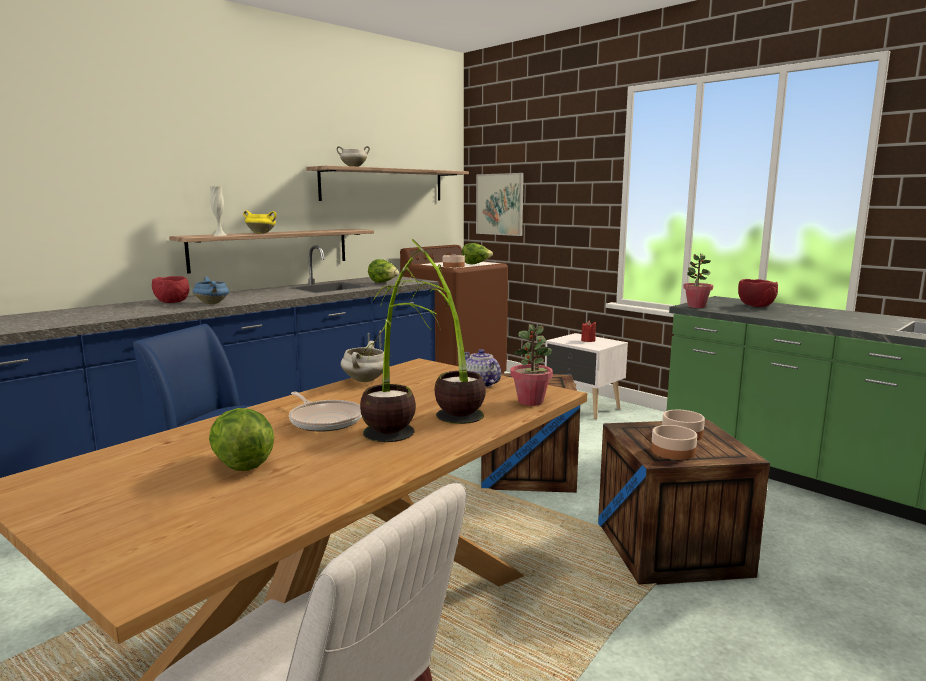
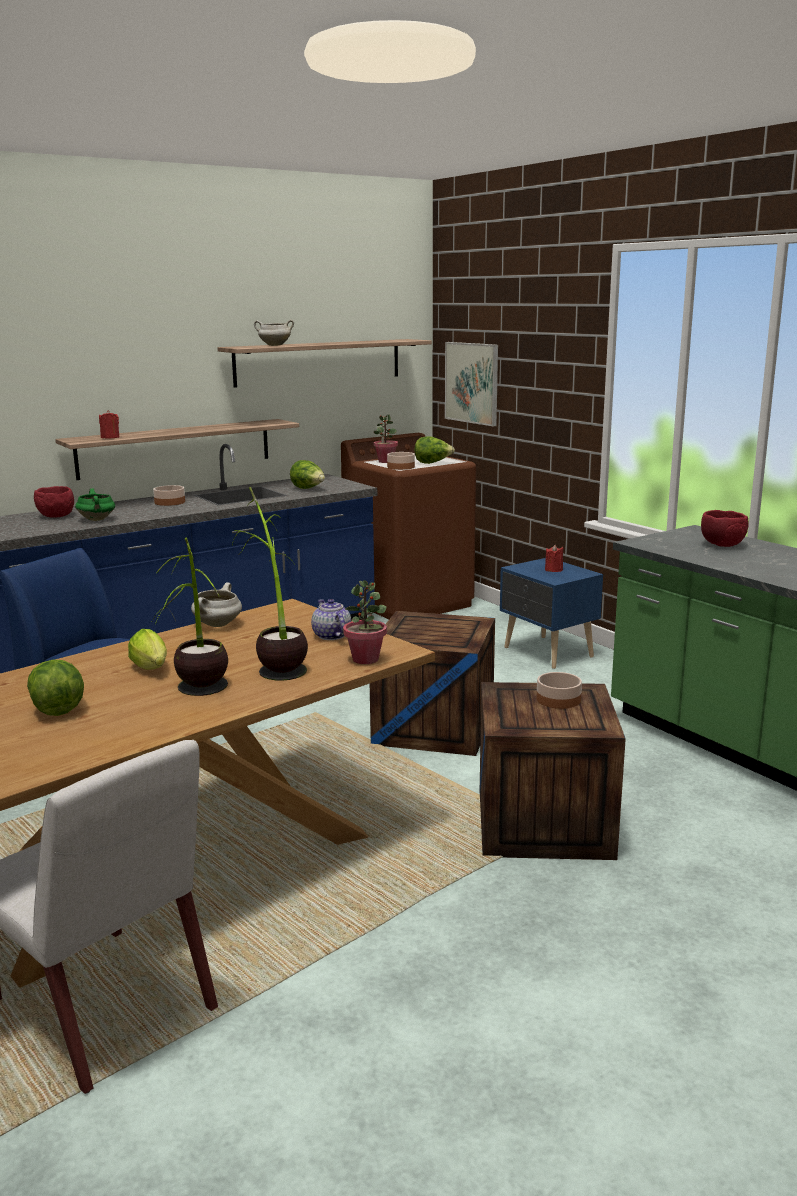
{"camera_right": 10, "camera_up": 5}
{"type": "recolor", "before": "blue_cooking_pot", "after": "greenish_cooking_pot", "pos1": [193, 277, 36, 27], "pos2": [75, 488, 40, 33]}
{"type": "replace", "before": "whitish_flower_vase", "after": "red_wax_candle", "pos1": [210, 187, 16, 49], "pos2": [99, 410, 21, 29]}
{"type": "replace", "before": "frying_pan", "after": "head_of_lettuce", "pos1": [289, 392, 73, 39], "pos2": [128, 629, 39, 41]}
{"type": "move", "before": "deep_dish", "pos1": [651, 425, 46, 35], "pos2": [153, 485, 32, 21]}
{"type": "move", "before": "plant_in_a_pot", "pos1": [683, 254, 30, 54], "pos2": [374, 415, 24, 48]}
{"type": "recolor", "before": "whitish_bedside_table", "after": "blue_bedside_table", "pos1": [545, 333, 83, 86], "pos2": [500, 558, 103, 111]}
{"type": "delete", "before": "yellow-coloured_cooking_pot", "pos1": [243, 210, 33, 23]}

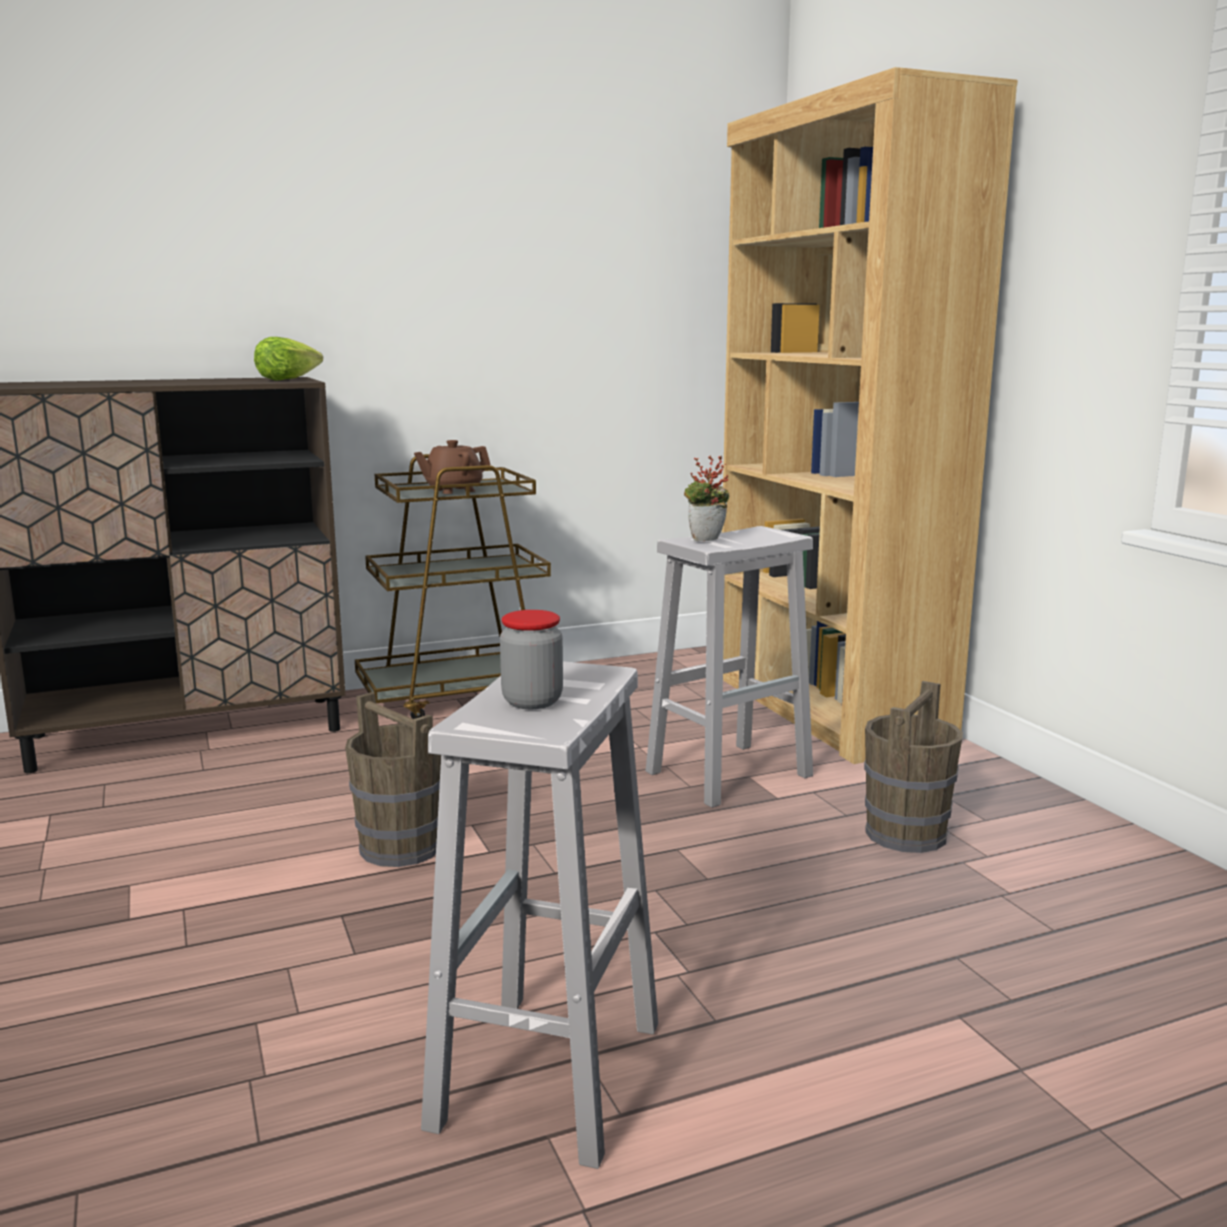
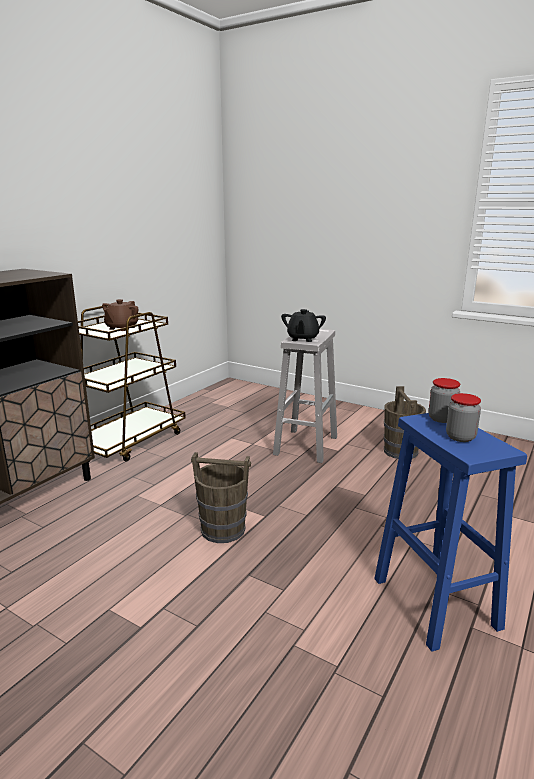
{"camera_right": -35, "camera_up": 5}
{"type": "replace", "before": "plant_in_a_pot", "after": "black_tea_pot", "pos1": [684, 455, 45, 86], "pos2": [281, 309, 45, 33]}
{"type": "recolor", "before": "whitish_stool", "after": "blue_stool", "pos1": [421, 661, 237, 508], "pos2": [374, 413, 153, 239]}
{"type": "insert", "after": "storage_jar", "pos2": [429, 378, 31, 45]}
{"type": "delete", "before": "head_of_lettuce", "pos1": [254, 337, 69, 44]}
{"type": "delete", "before": "brownish_shelving_unit", "pos1": [722, 67, 296, 697]}

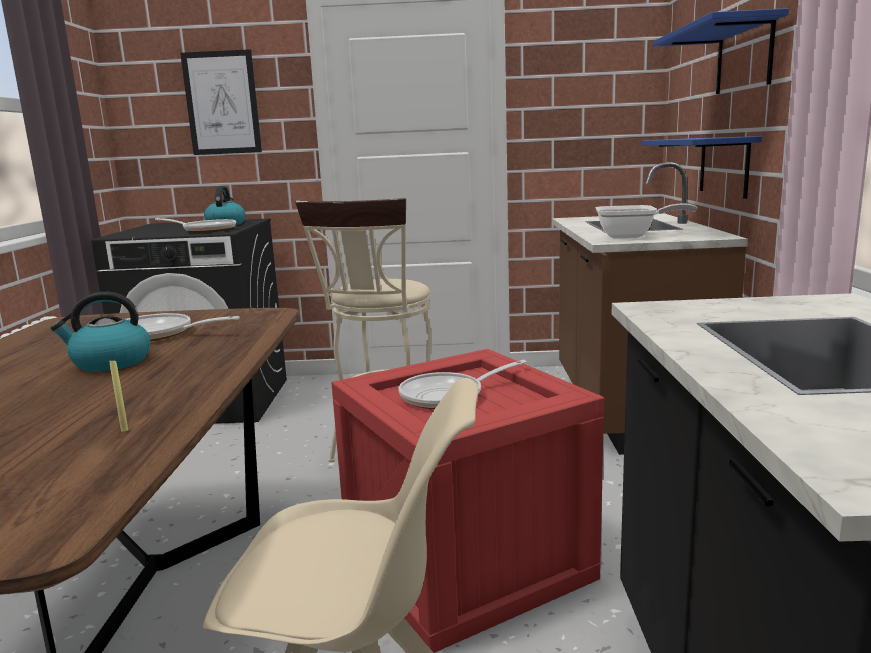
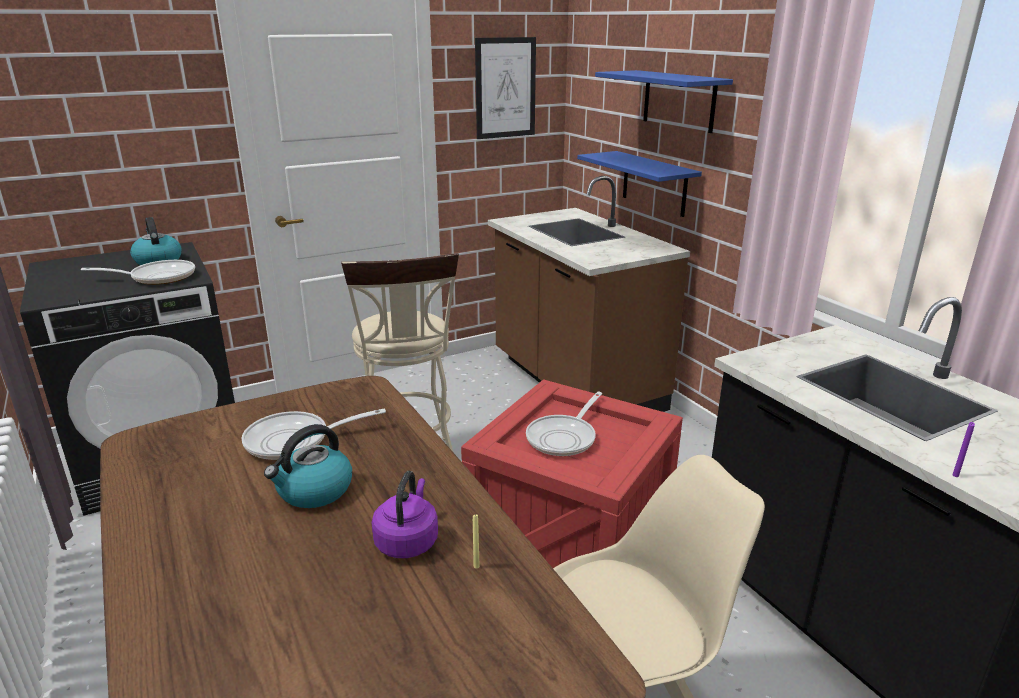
{"camera_right": -30, "camera_up": 10}
{"type": "insert", "after": "purple_water_kettle", "pos2": [372, 471, 66, 87]}
{"type": "move", "before": "wall_picture", "pos1": [180, 49, 82, 106], "pos2": [475, 37, 61, 102]}
{"type": "insert", "after": "purple_wax_candle", "pos2": [952, 422, 23, 55]}
{"type": "delete", "before": "frying_pan", "pos1": [596, 203, 101, 35]}

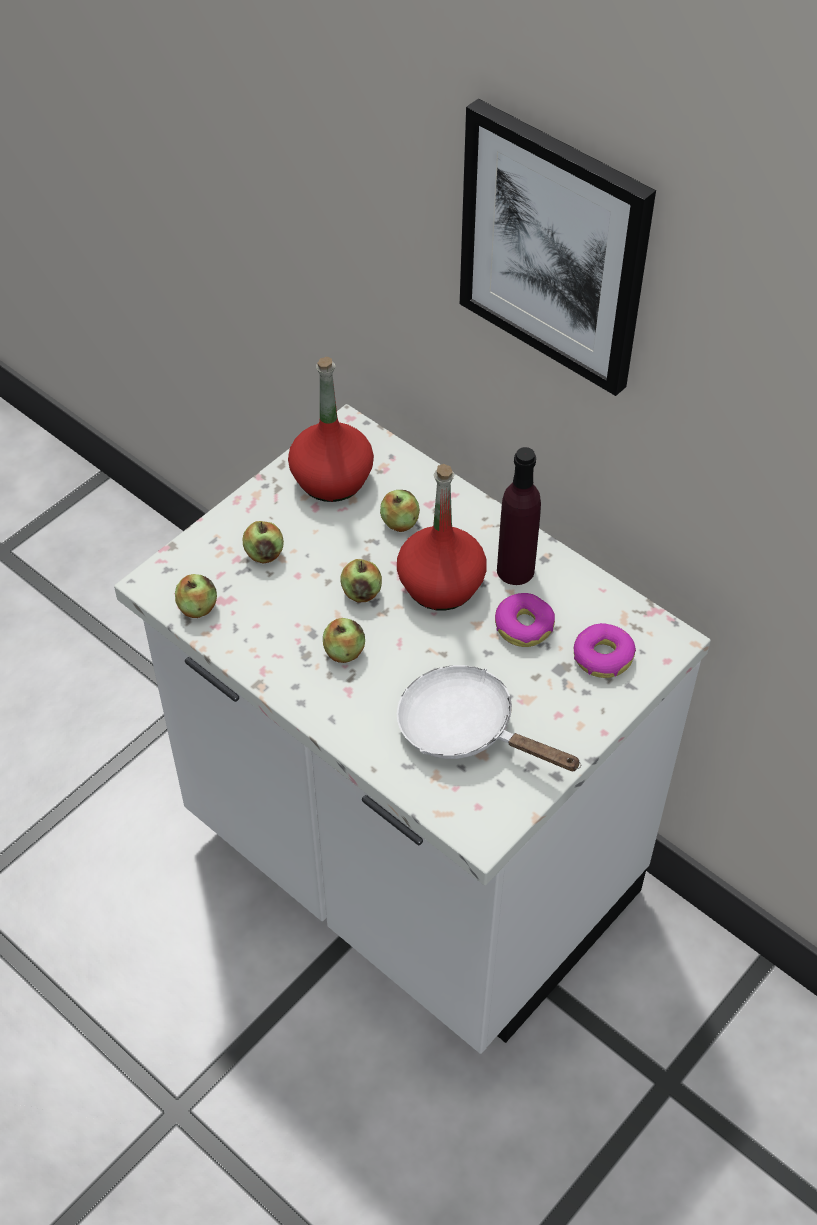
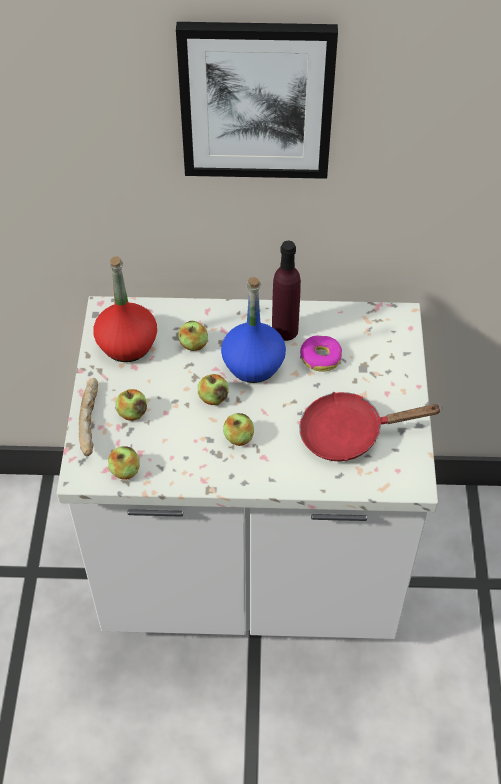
{"camera_right": -40, "camera_up": 0}
{"type": "insert", "after": "baked_bread", "pos2": [79, 378, 19, 78]}
{"type": "recolor", "before": "red_beverage_bottle", "after": "blue_beverage_bottle", "pos1": [397, 464, 90, 147], "pos2": [221, 277, 65, 106]}
{"type": "recolor", "before": "whitish_frying_pan", "after": "red_frying_pan", "pos1": [397, 665, 184, 106], "pos2": [299, 392, 143, 69]}
{"type": "delete", "before": "doughnut", "pos1": [574, 623, 62, 55]}

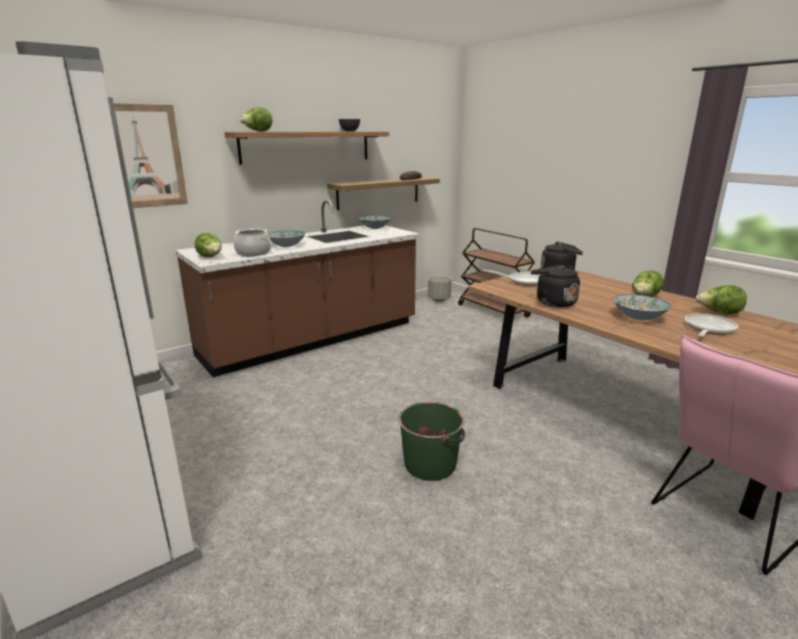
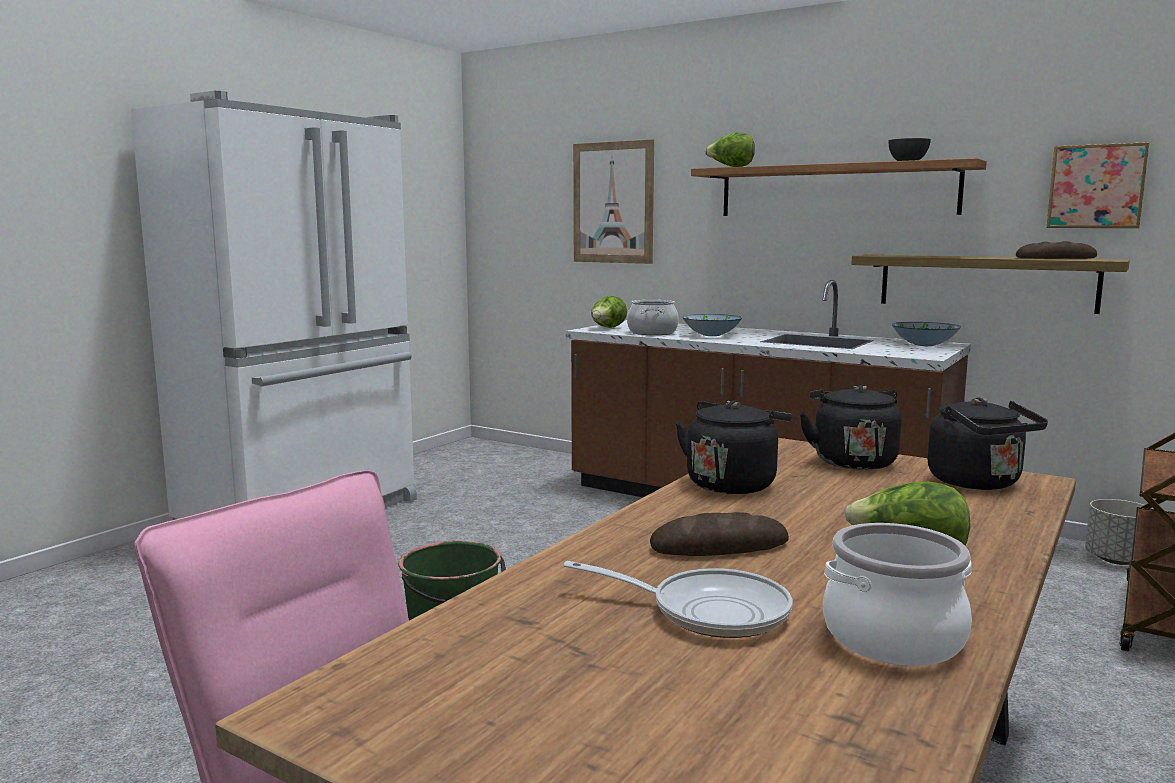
{"camera_right": 70, "camera_up": -10}
{"type": "replace", "before": "deep_dish", "after": "baked_bread", "pos1": [613, 294, 58, 26], "pos2": [650, 512, 139, 44]}
{"type": "replace", "before": "frying_pan", "after": "black_water_kettle", "pos1": [483, 270, 58, 16], "pos2": [799, 385, 102, 85]}
{"type": "replace", "before": "head_of_lettuce", "after": "cooking_pot", "pos1": [695, 285, 52, 29], "pos2": [823, 523, 149, 143]}
{"type": "insert", "after": "wall_picture", "pos2": [1046, 142, 103, 86]}

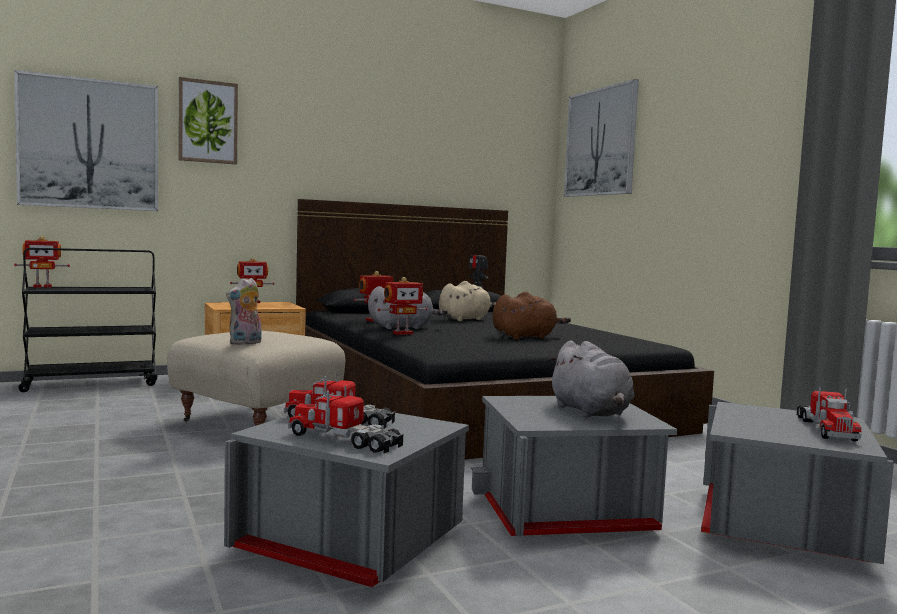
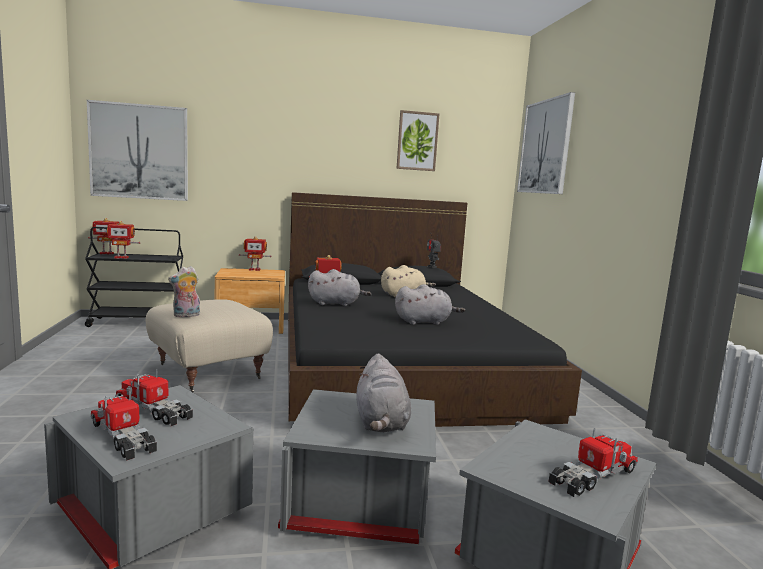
{"camera_right": 15, "camera_up": 5}
{"type": "move", "before": "model_robot", "pos1": [377, 277, 51, 58], "pos2": [102, 221, 38, 38]}
{"type": "recolor", "before": "brownish_soft_toy", "after": "greyish_soft_toy", "pos1": [493, 292, 78, 48], "pos2": [395, 284, 70, 41]}
{"type": "move", "before": "wall_picture", "pos1": [179, 77, 59, 87], "pos2": [397, 110, 42, 61]}
{"type": "rotate", "before": "model_truck", "pos1": [797, 387, 65, 55], "pos2": [549, 428, 89, 69], "turn": -150}

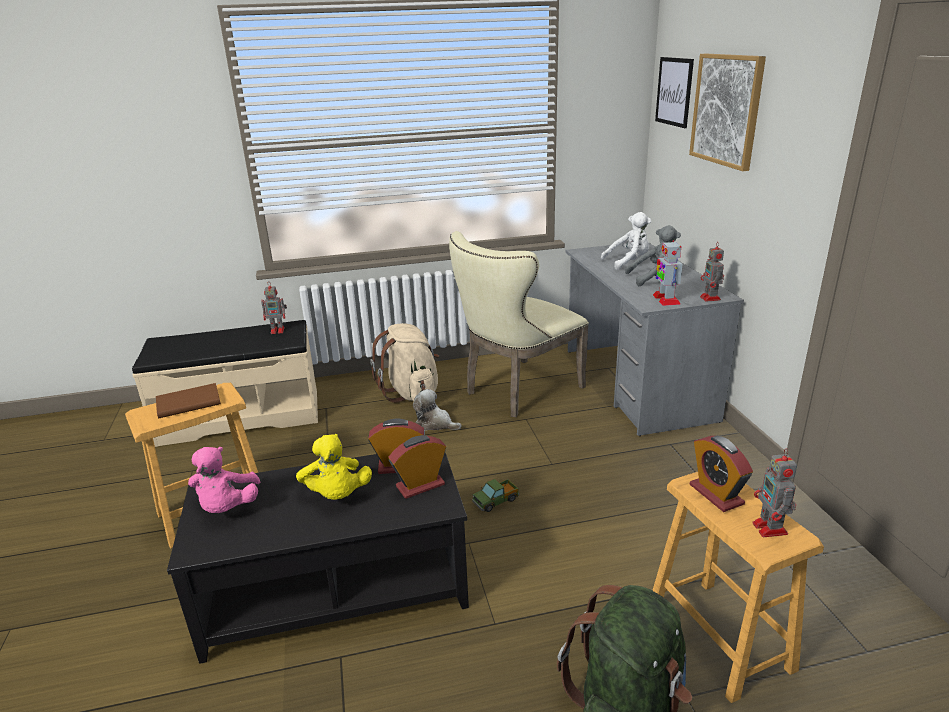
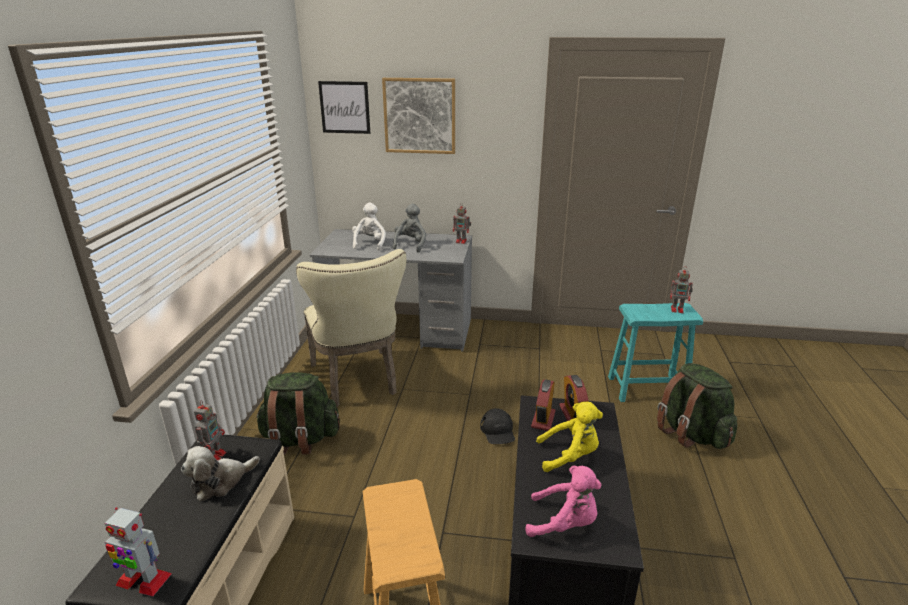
{"camera_right": -70, "camera_up": 0}
{"type": "move", "before": "model_robot", "pos1": [653, 240, 30, 66], "pos2": [105, 507, 67, 89]}
{"type": "move", "before": "soft_toy", "pos1": [413, 389, 49, 41], "pos2": [181, 446, 79, 56]}
{"type": "recolor", "before": "beige-coloured_rucksack", "after": "greenish_rucksack", "pos1": [370, 323, 69, 80], "pos2": [256, 372, 84, 83]}
{"type": "replace", "before": "model_truck", "after": "black_baseball_cap", "pos1": [472, 479, 47, 33], "pos2": [480, 408, 35, 36]}
{"type": "recolor", "before": "brownish_stool", "after": "blue-green_stool", "pos1": [652, 472, 172, 231], "pos2": [608, 303, 95, 99]}
{"type": "delete", "before": "brownish_bound_book", "pos1": [156, 383, 65, 36]}
{"type": "delete", "before": "table_clock", "pos1": [690, 436, 63, 76]}

